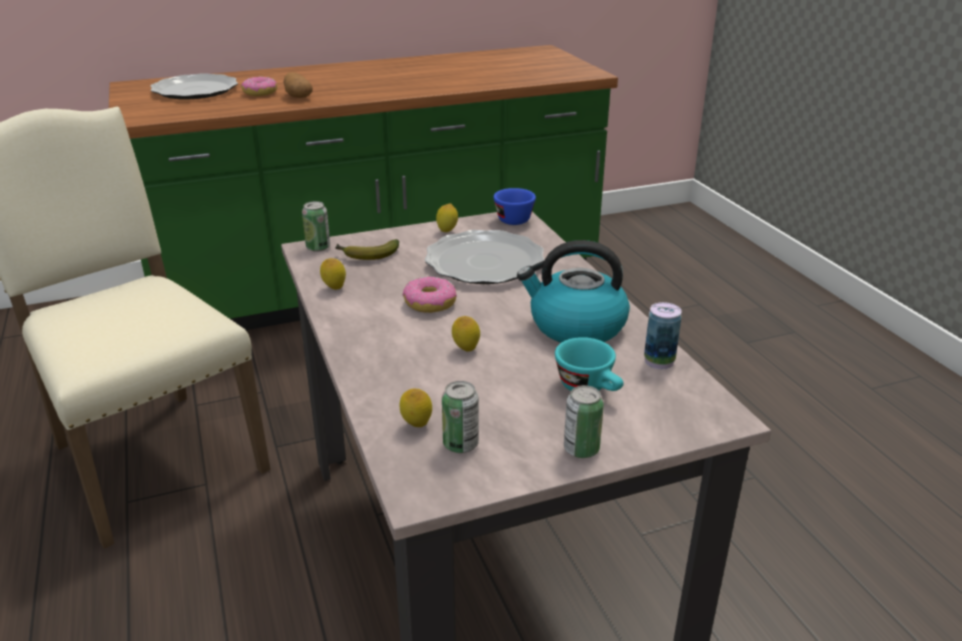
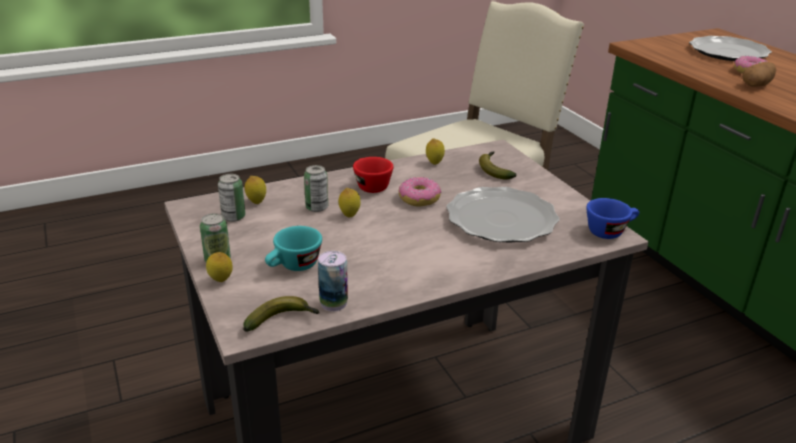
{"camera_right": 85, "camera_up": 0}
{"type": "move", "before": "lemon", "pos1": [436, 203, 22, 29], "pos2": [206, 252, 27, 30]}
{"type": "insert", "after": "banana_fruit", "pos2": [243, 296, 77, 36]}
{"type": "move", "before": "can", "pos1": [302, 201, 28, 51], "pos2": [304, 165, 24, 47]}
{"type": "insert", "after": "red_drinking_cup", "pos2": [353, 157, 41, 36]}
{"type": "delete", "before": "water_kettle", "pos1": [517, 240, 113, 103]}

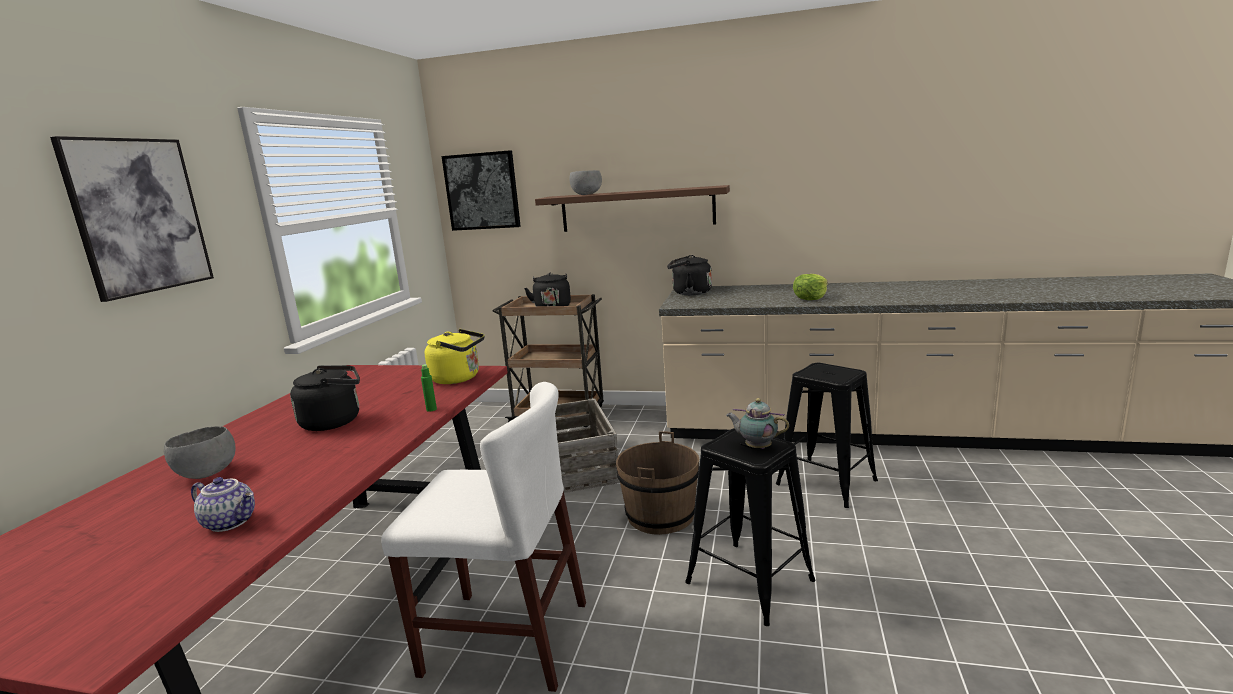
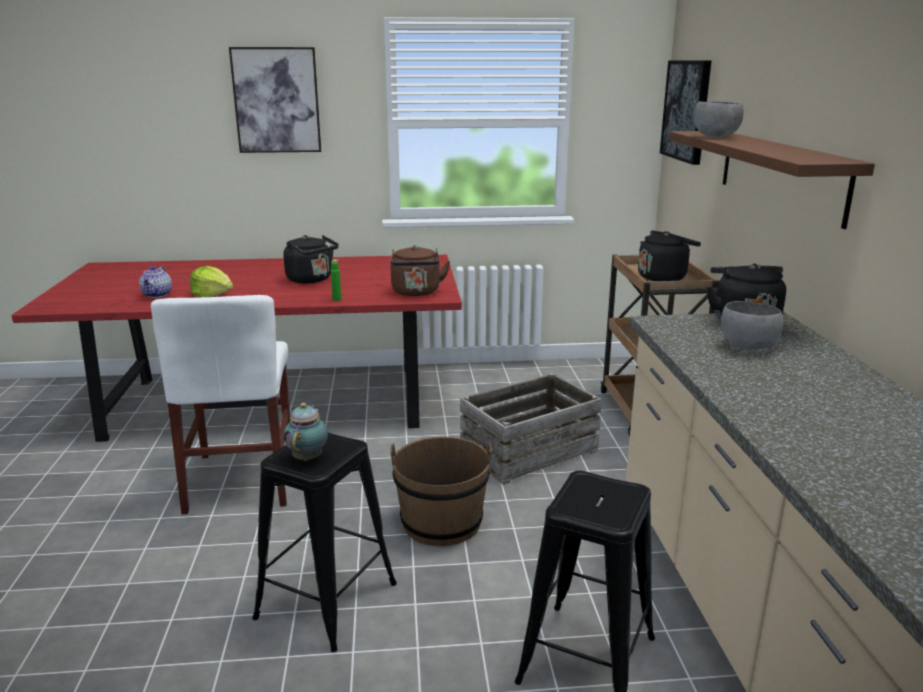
{"camera_right": 70, "camera_up": 5}
{"type": "move", "before": "head_of_lettuce", "pos1": [793, 274, 35, 26], "pos2": [190, 266, 43, 31]}
{"type": "recolor", "before": "yellow-coloured_water_kettle", "after": "brownish_water_kettle", "pos1": [425, 329, 59, 55], "pos2": [391, 245, 59, 51]}
{"type": "move", "before": "greyish_deep_dish", "pos1": [164, 426, 72, 53], "pos2": [721, 301, 62, 49]}

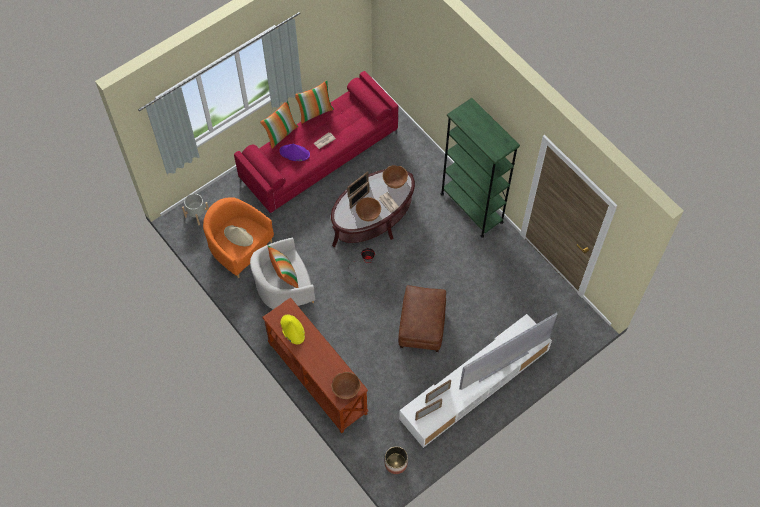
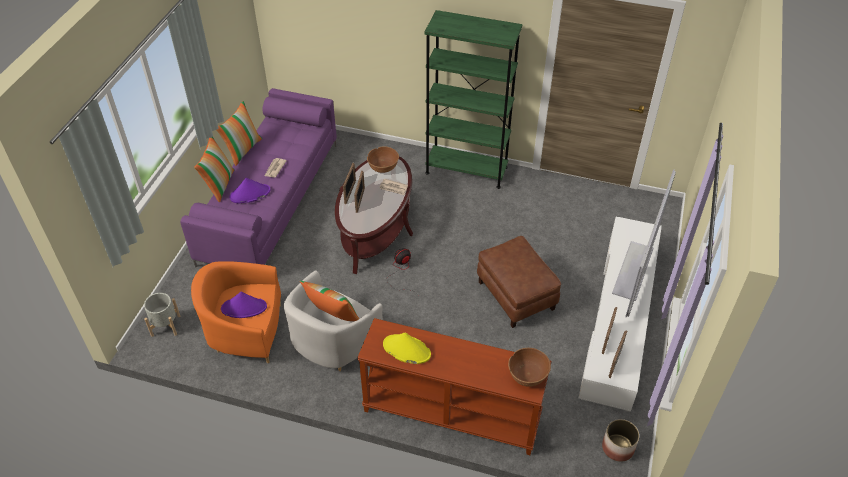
{"camera_right": -35, "camera_up": -15}
{"type": "recolor", "before": "red_settee", "after": "purple_settee", "pos1": [234, 71, 165, 146], "pos2": [180, 88, 157, 180]}
{"type": "recolor", "before": "beige-coloured_hat", "after": "purple_hat", "pos1": [224, 225, 29, 22], "pos2": [221, 292, 46, 26]}
{"type": "delete", "before": "brownish_deep_dish", "pos1": [356, 197, 25, 24]}

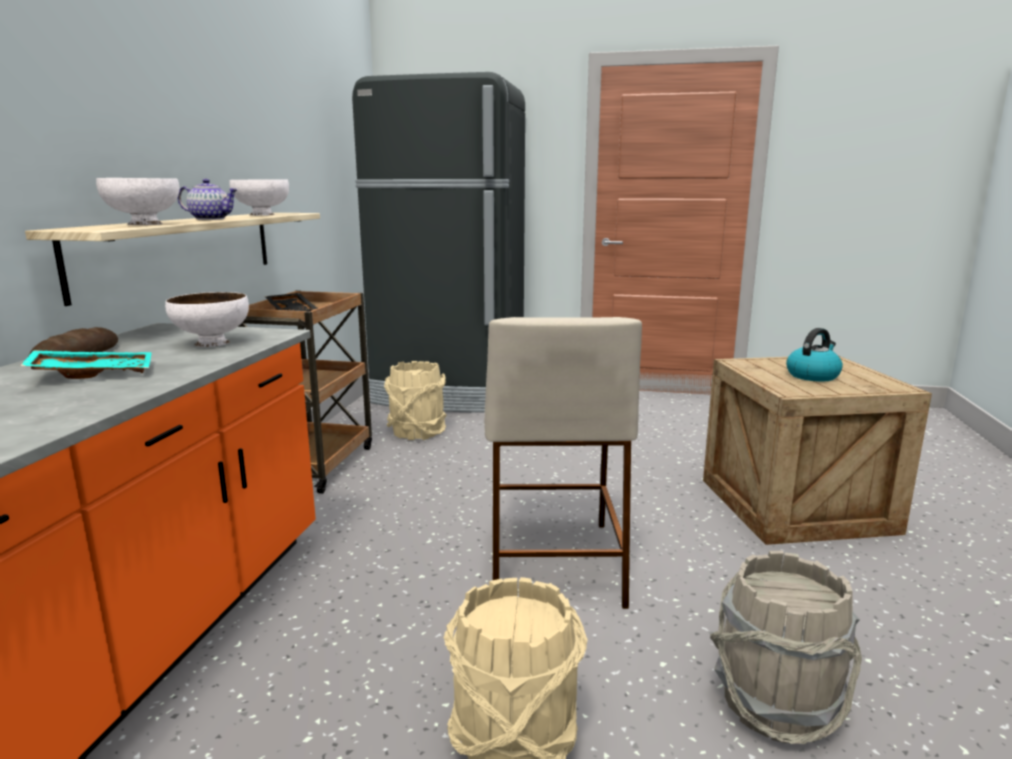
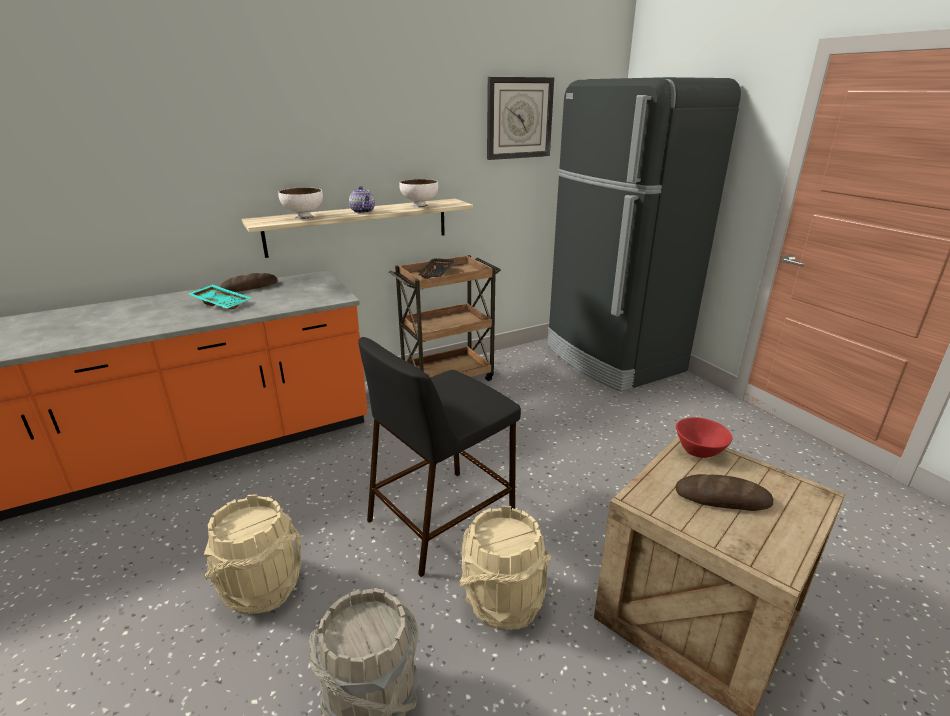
{"camera_right": 50, "camera_up": 10}
{"type": "recolor", "before": "beige-coloured_stool", "after": "black_stool", "pos1": [484, 317, 158, 292], "pos2": [358, 337, 163, 240]}
{"type": "move", "before": "beige-coloured_water_bucket", "pos1": [384, 361, 62, 79], "pos2": [459, 505, 92, 125]}
{"type": "insert", "after": "hanging_clock", "pos2": [487, 77, 67, 83]}
{"type": "replace", "before": "water_kettle", "after": "baked_bread", "pos1": [786, 328, 57, 54], "pos2": [675, 474, 99, 37]}
{"type": "insert", "after": "red_deep_dish", "pos2": [676, 417, 56, 41]}
{"type": "delete", "before": "whitish_deep_dish", "pos1": [165, 292, 84, 55]}

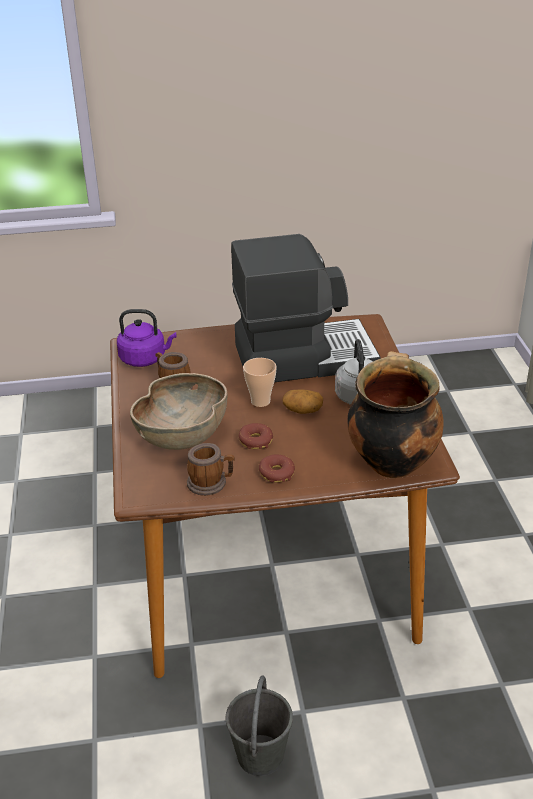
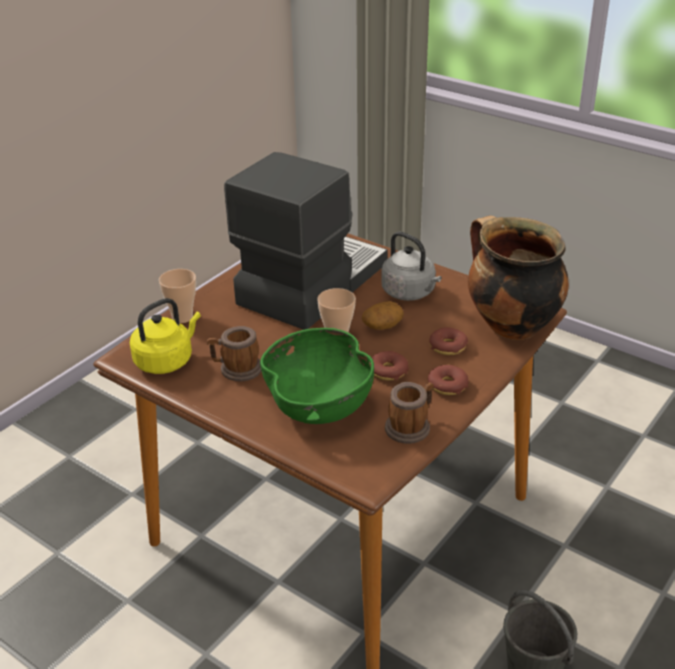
{"camera_right": -45, "camera_up": 0}
{"type": "recolor", "before": "purple_water_kettle", "after": "yellow-coloured_water_kettle", "pos1": [117, 309, 60, 58], "pos2": [130, 298, 71, 76]}
{"type": "insert", "after": "drinking_cup", "pos2": [159, 269, 37, 54]}
{"type": "recolor", "before": "brownish_deep_dish", "after": "greenish_deep_dish", "pos1": [130, 373, 97, 77], "pos2": [260, 328, 114, 96]}
{"type": "insert", "after": "doughnut", "pos2": [429, 327, 39, 28]}

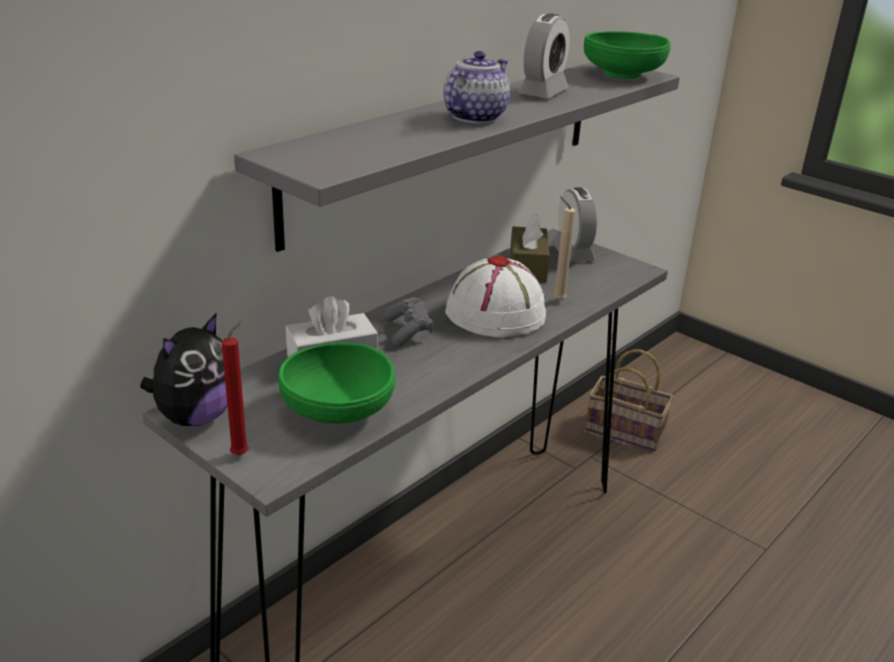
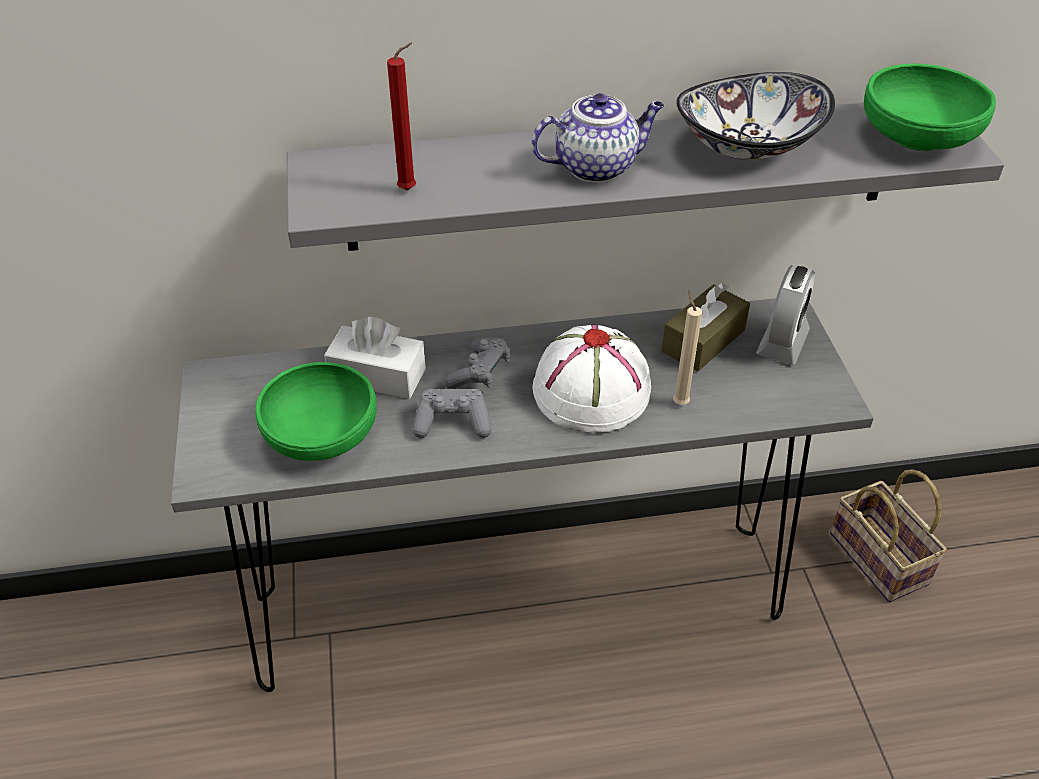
{"camera_right": 40, "camera_up": 15}
{"type": "move", "before": "red_wax_candle", "pos1": [222, 321, 27, 134], "pos2": [387, 42, 29, 148]}
{"type": "insert", "after": "greyish_joypad", "pos2": [412, 389, 79, 49]}
{"type": "replace", "before": "table_clock", "after": "deep_dish", "pos1": [517, 14, 53, 84], "pos2": [676, 72, 159, 88]}
{"type": "delete", "before": "soft_toy", "pos1": [140, 313, 87, 113]}

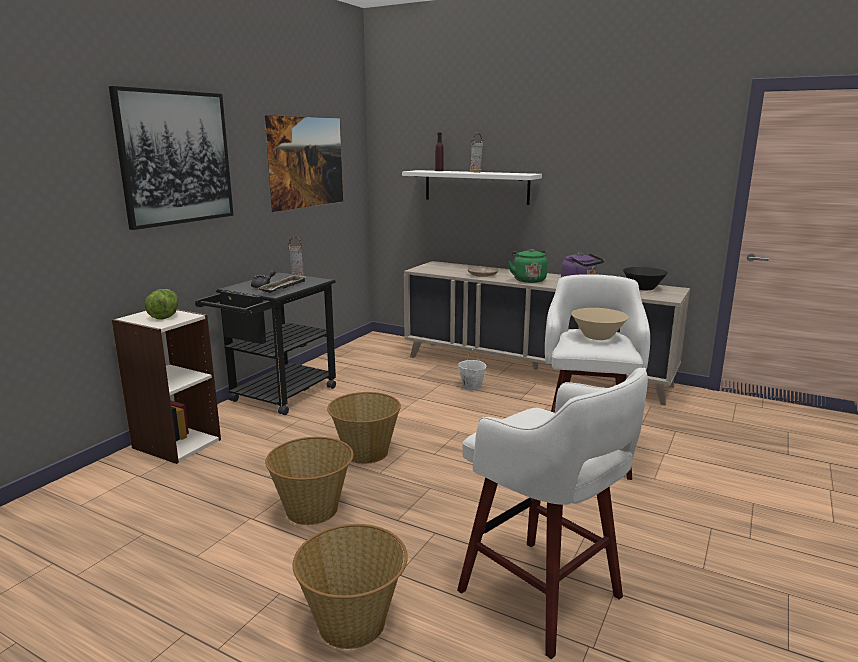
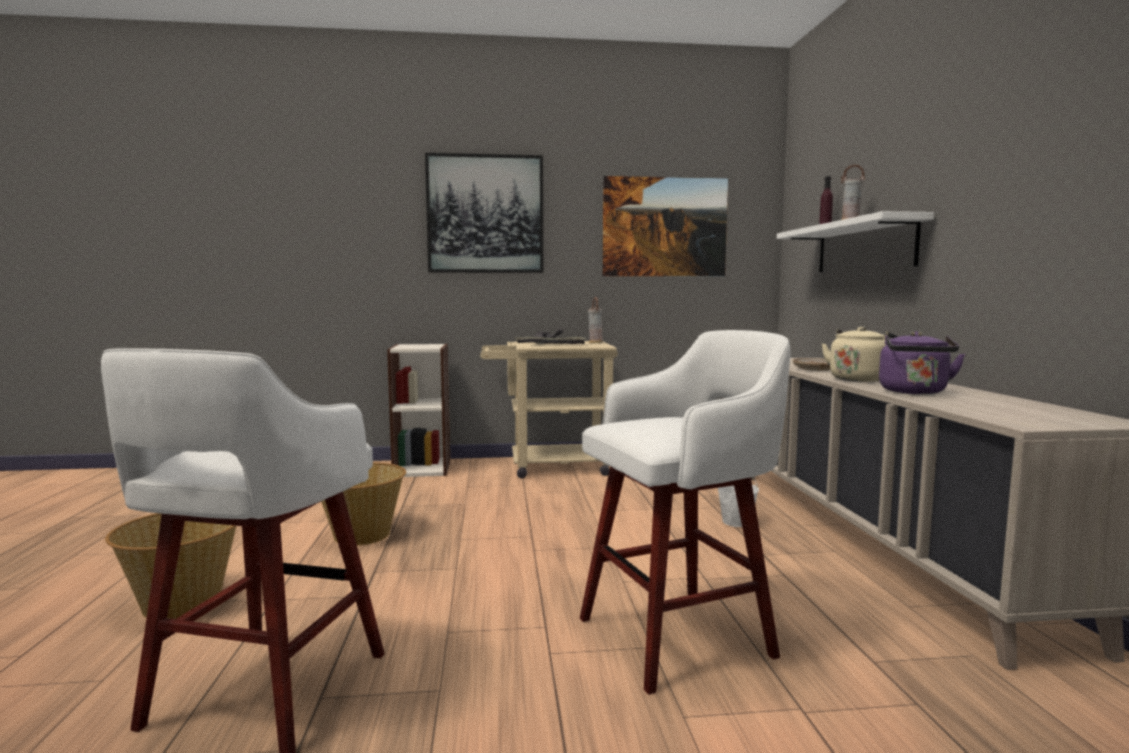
{"camera_right": 55, "camera_up": -10}
{"type": "recolor", "before": "black_trolley", "after": "beige-coloured_trolley", "pos1": [195, 273, 141, 142], "pos2": [480, 341, 138, 137]}
{"type": "recolor", "before": "greenish_water_kettle", "after": "beige-coloured_water_kettle", "pos1": [508, 249, 40, 34], "pos2": [822, 327, 76, 55]}
{"type": "delete", "before": "head_of_lettuce", "pos1": [145, 289, 33, 31]}
{"type": "delete", "before": "basket", "pos1": [327, 392, 74, 72]}
{"type": "delete", "before": "beige-coloured_deep_dish", "pos1": [572, 308, 57, 32]}
{"type": "delete", "before": "black_deep_dish", "pos1": [623, 267, 45, 23]}

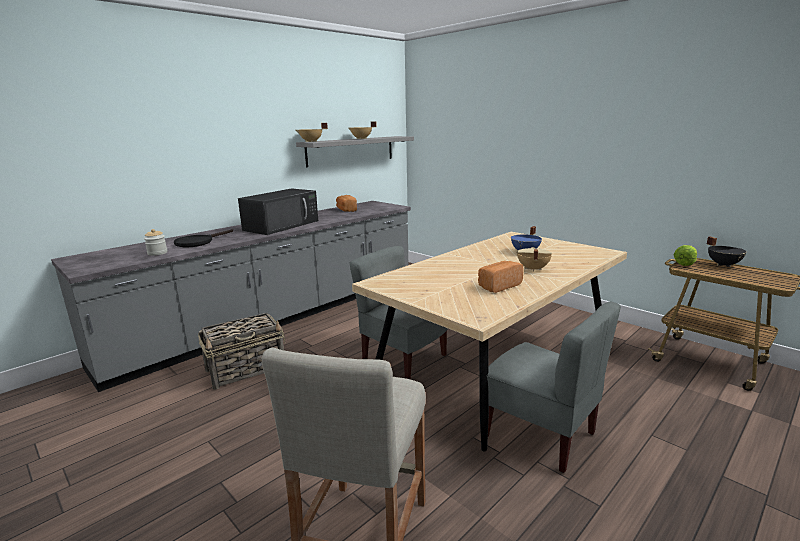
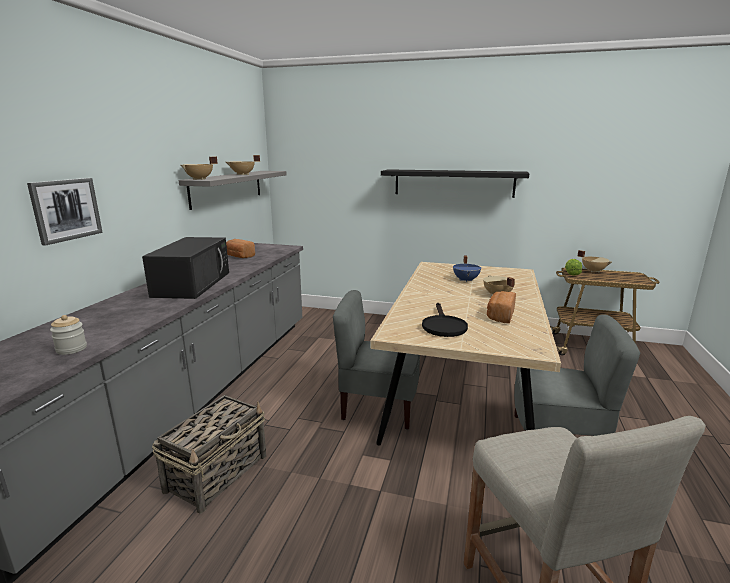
{"camera_right": -30, "camera_up": 0}
{"type": "insert", "after": "wall_picture", "pos2": [27, 178, 76, 68]}
{"type": "insert", "after": "black_shelf", "pos2": [381, 169, 148, 29]}
{"type": "move", "before": "black_frying_pan", "pos1": [174, 229, 59, 18], "pos2": [422, 303, 46, 34]}
{"type": "recolor", "before": "black_cooking_pot", "after": "beige-coloured_cooking_pot", "pos1": [707, 236, 40, 31], "pos2": [577, 250, 35, 22]}

